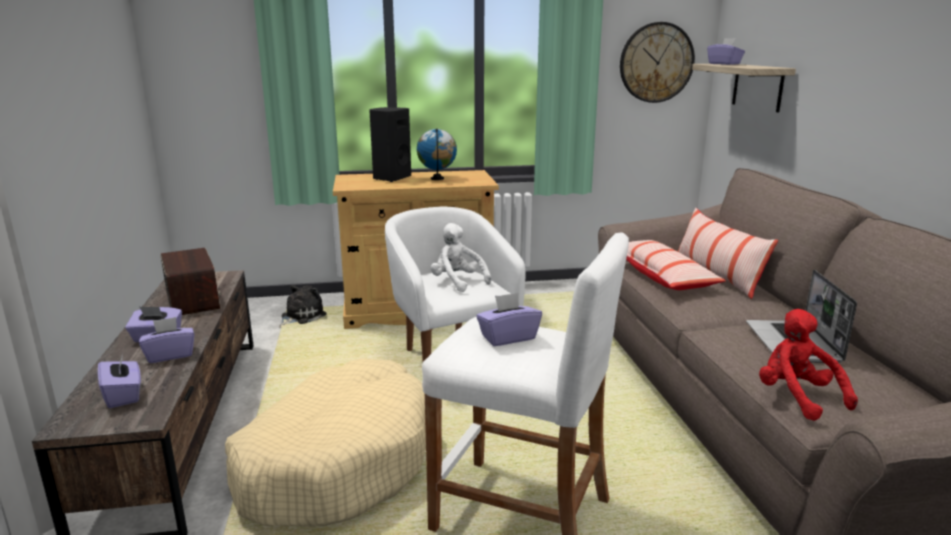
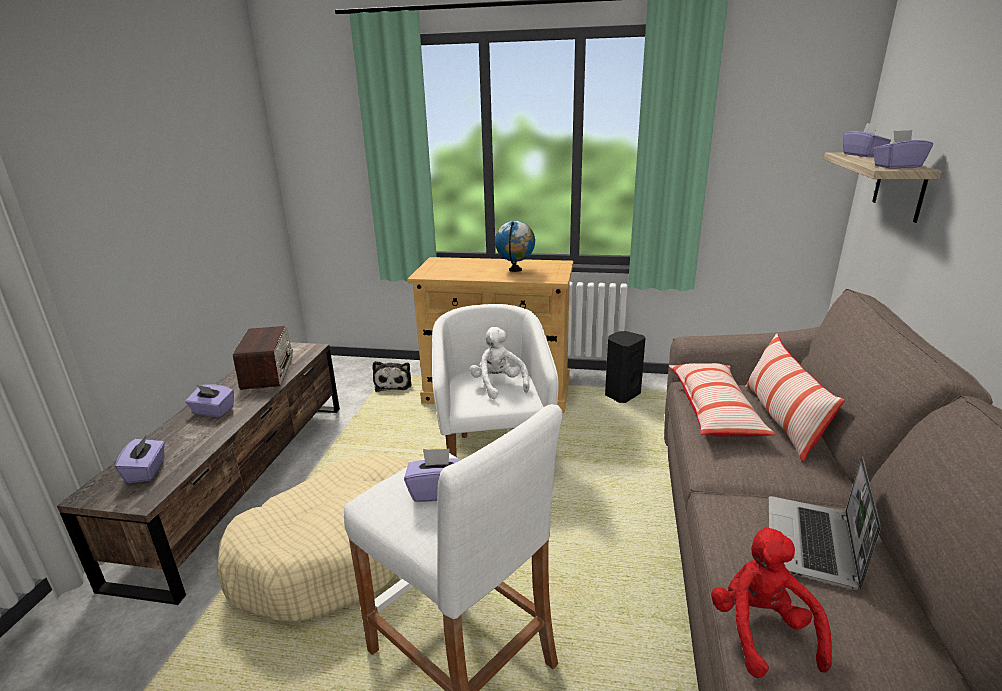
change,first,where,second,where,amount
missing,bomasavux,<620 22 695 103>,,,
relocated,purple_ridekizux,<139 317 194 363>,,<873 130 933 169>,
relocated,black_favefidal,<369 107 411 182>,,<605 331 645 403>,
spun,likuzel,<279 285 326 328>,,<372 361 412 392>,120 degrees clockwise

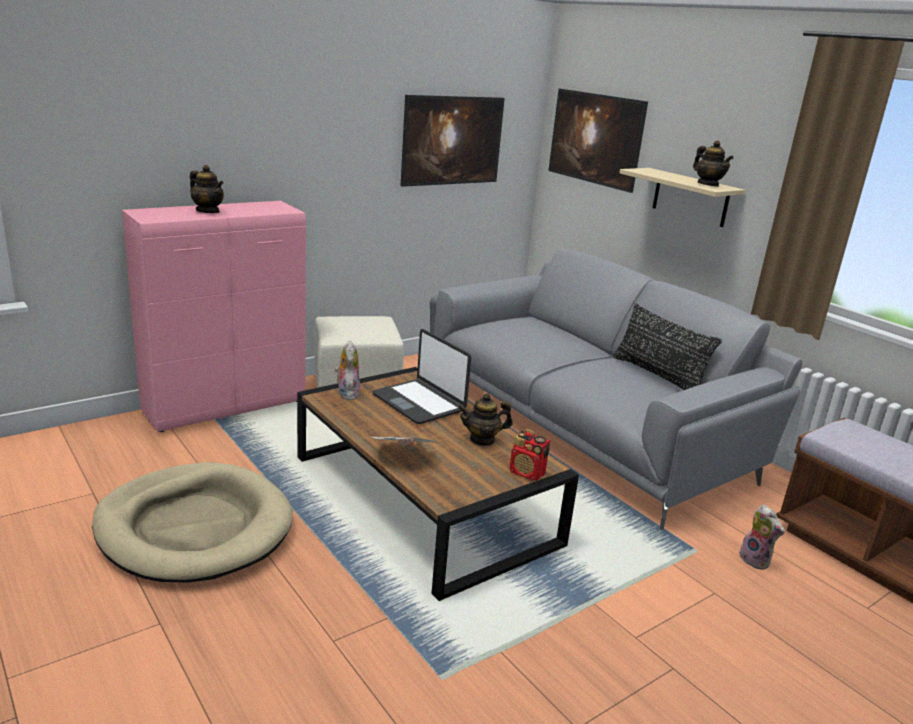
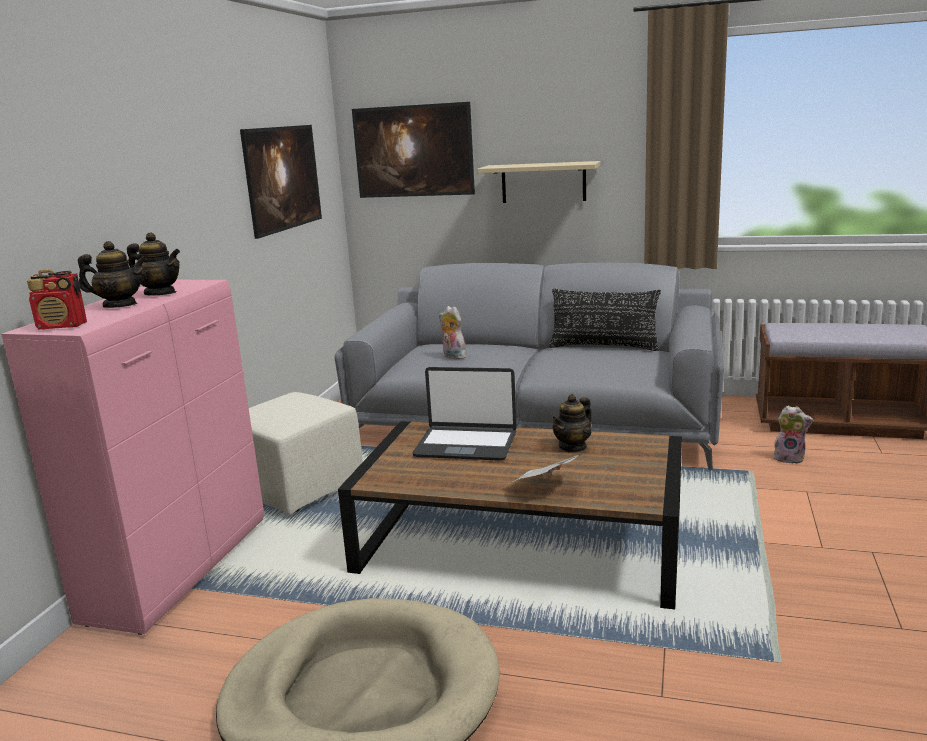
change,first,where,second,where,amount
relocated,likuzel,<335 340 360 400>,,<439 306 467 359>,
relocated,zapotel,<509 429 550 480>,,<27 269 87 330>,
relocated,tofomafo,<693 141 733 187>,,<127 233 180 295>,

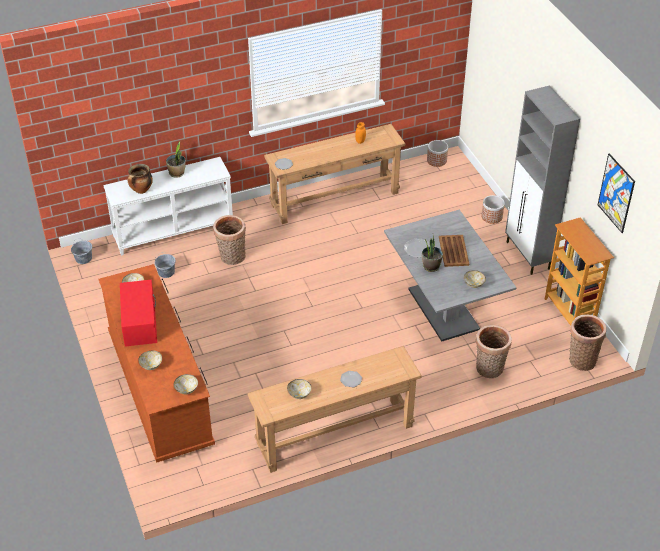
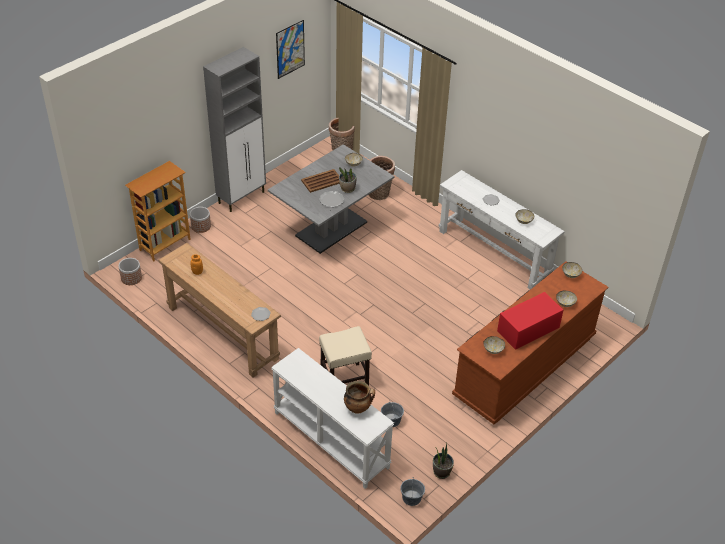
change,first,where,second,where,amount
relocated,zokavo,<166 141 186 178>,,<433 442 454 479>,
relocated,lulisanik,<545 217 614 326>,,<125 161 191 261>,
exchanged,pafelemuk,<213 215 246 265>,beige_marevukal,<319 326 372 385>,
colour,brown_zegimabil,<248 346 422 473>,white_zegimabil,<439 170 565 290>,

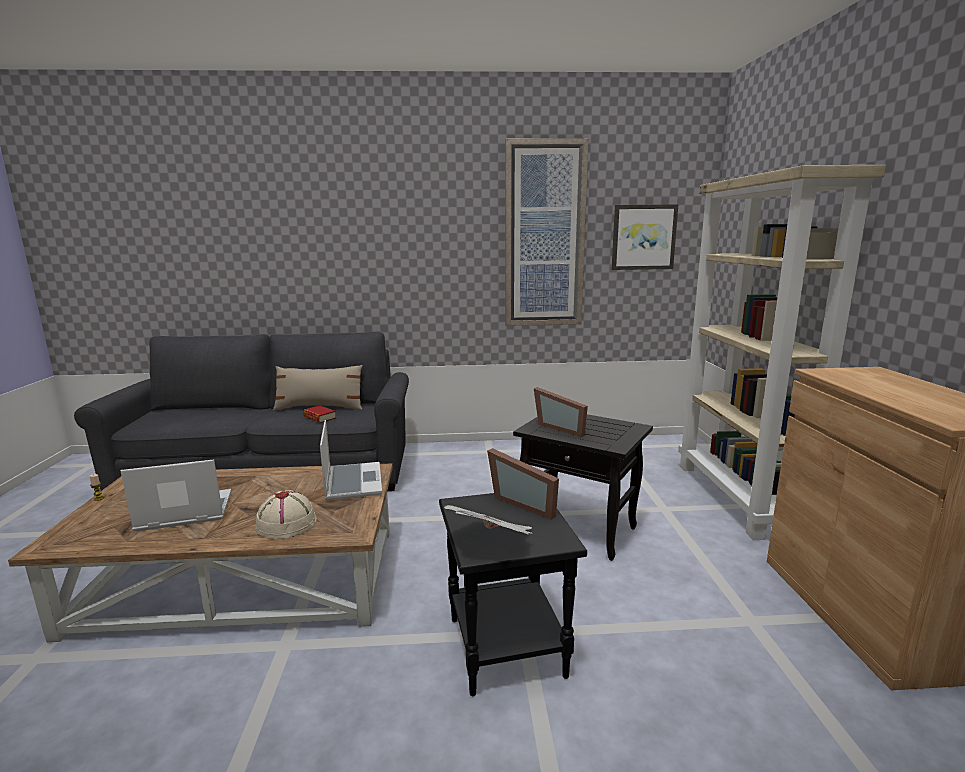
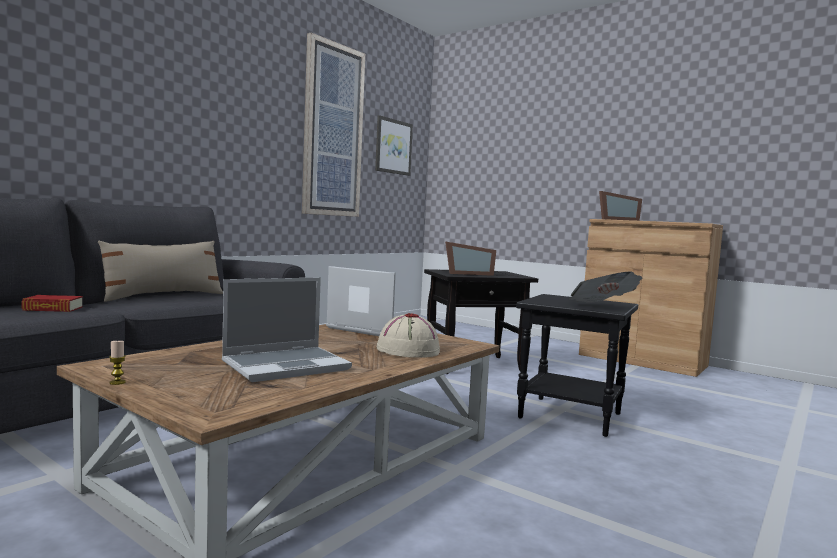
change,first,where,second,where,amount
missing,beige_lulisanik,<678 165 886 540>,,,
relocated,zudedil,<303 405 336 423>,,<21 295 83 312>,
relocated,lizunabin,<487 448 559 520>,,<599 191 642 221>,
spun,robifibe,<120 459 232 531>,,<222 277 352 382>,150 degrees counterclockwise

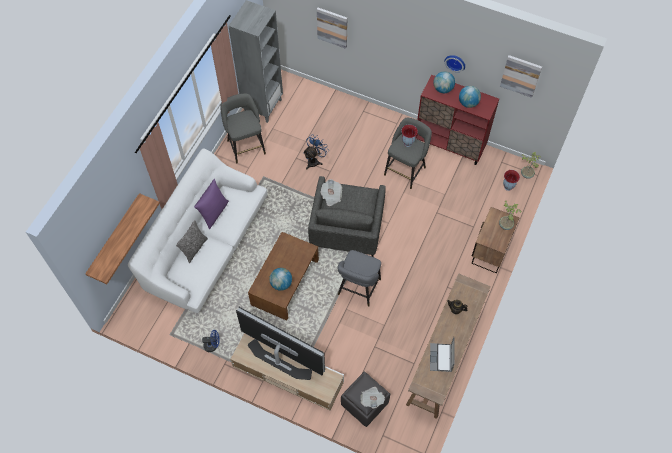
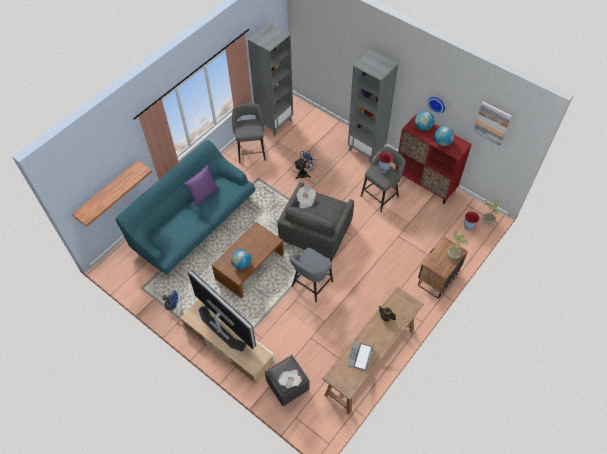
change,first,where,second,where,amount
missing,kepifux,<176 220 208 263>,,,
missing,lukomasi,<317 8 347 49>,,,
appeared,,,grey_lulisanik,<348 50 398 163>,
colour,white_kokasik,<128 149 268 313>,turquoise_kokasik,<116 140 255 275>,

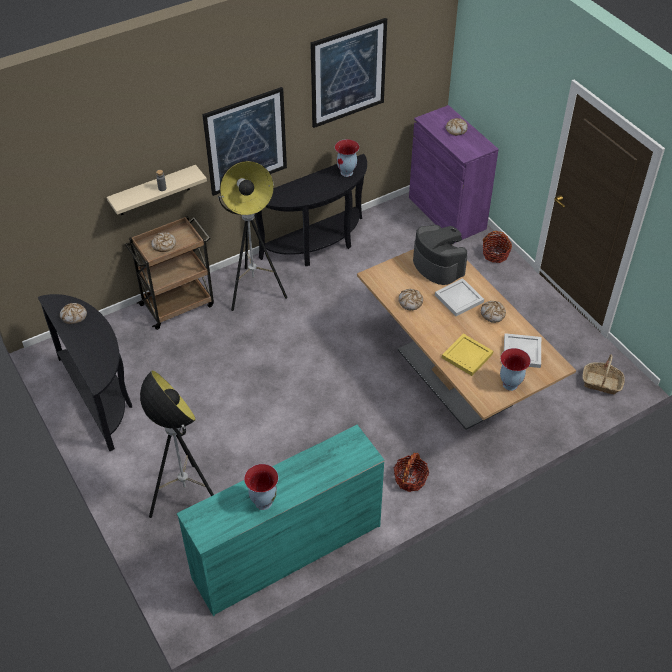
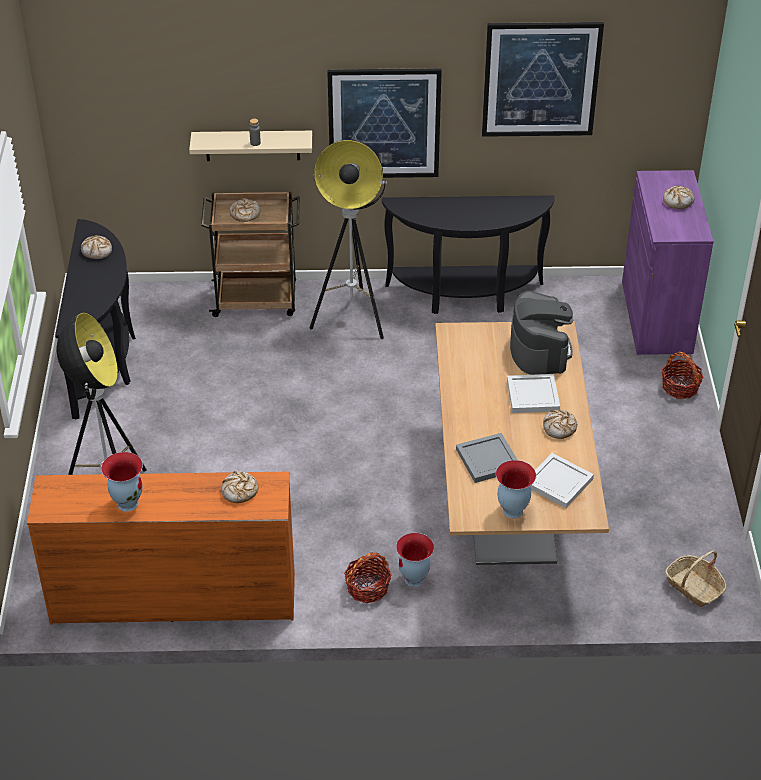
change,first,where,second,where,amount
relocated,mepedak,<335 139 359 177>,,<396 533 434 587>,
relocated,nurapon,<398 289 423 310>,,<221 471 258 503>,
colour,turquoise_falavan,<177 425 385 616>,orange_falavan,<27 472 295 624>,
colour,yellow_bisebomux,<442 334 493 376>,grey_bisebomux,<456 433 517 483>,

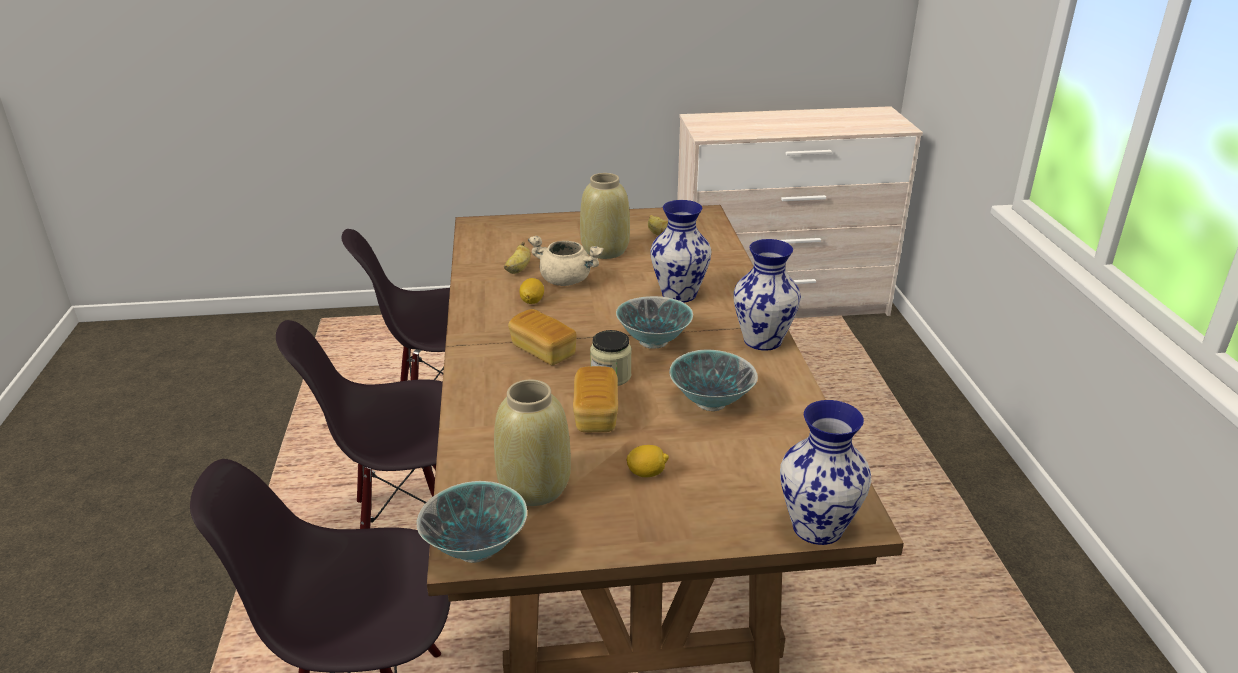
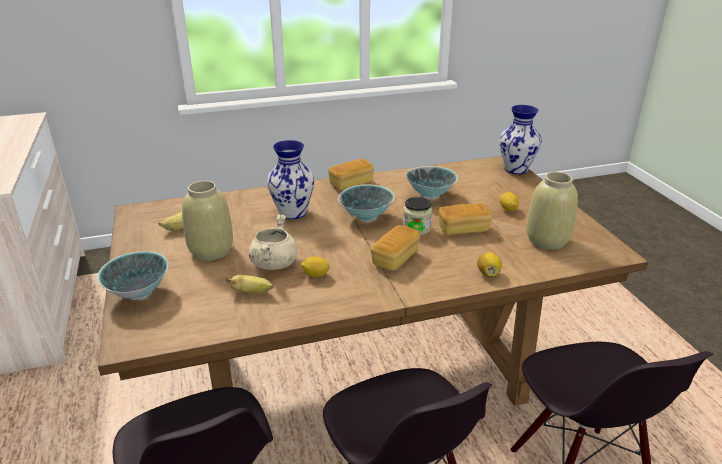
change,first,where,second,where,amount
appeared,,,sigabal,<477 252 502 277>,
relocated,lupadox,<417 481 527 563>,,<98 251 168 300>,
exchanged,mepedak,<734 239 801 351>,nurapon,<328 158 374 190>,

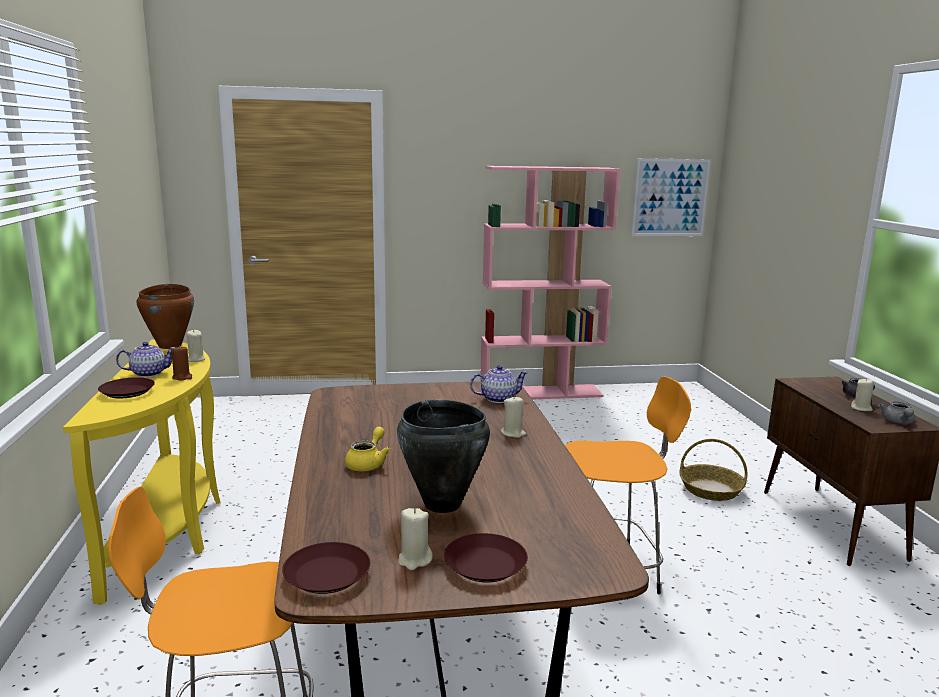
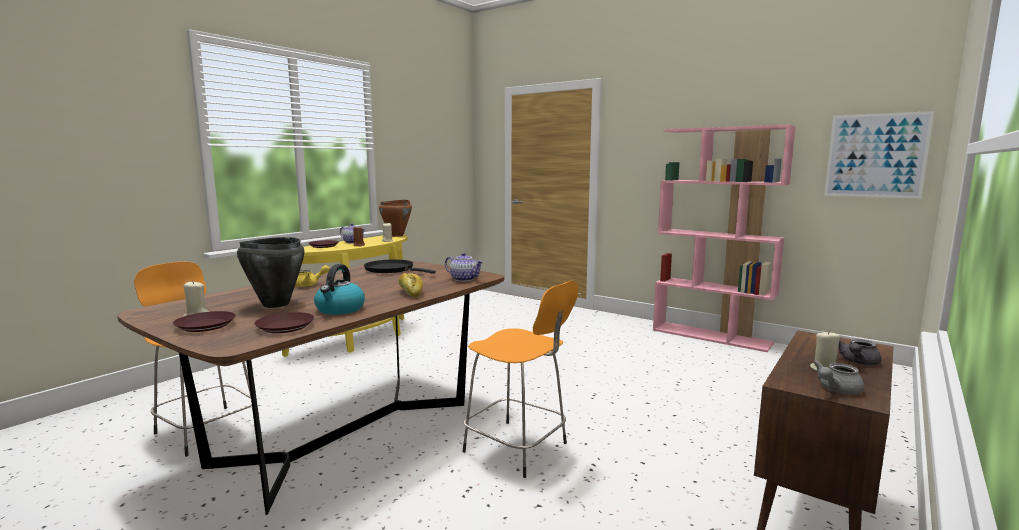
change,first,where,second,where,amount
missing,pafelemuk,<679 439 748 501>,,,
appeared,,,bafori,<314 264 365 315>,
appeared,,,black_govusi,<364 259 436 274>,
relocated,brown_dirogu,<282 542 370 594>,,<254 312 314 333>,
exchanged,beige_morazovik,<501 396 526 438>,nurapon,<398 273 423 297>,

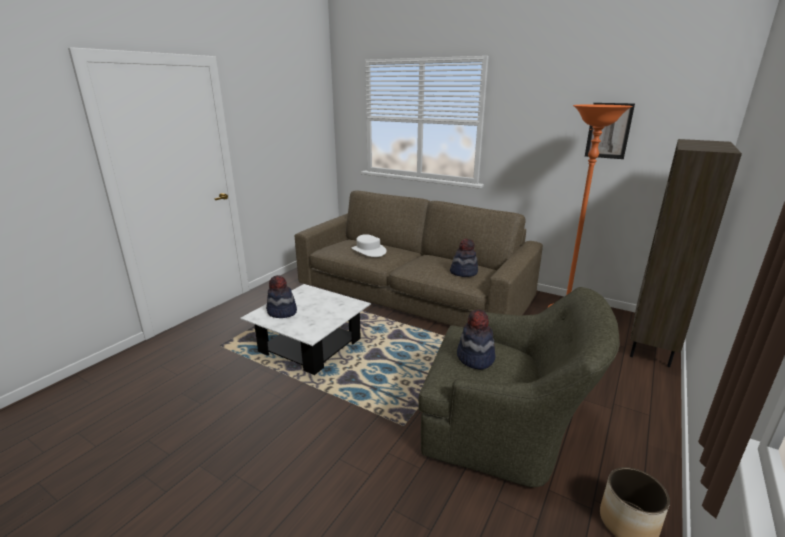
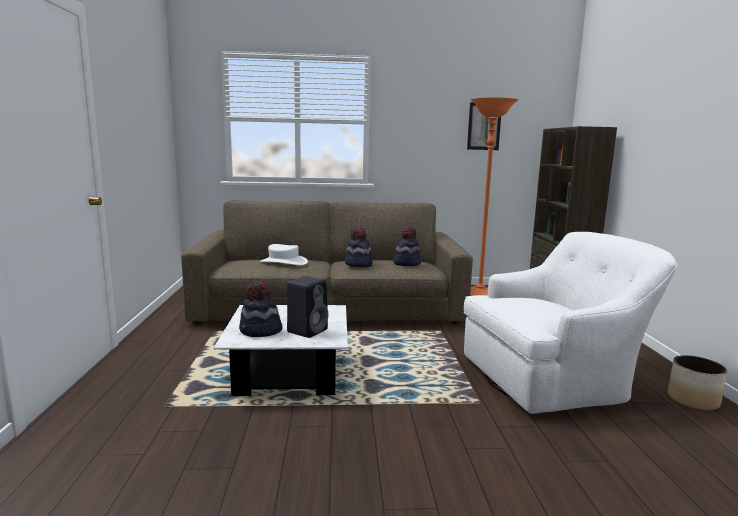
change,first,where,second,where,amount
appeared,,,black_favefidal,<287 276 328 338>,
relocated,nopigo,<457 309 495 370>,,<345 227 373 267>,
colour,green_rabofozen,<418 287 620 487>,white_rabofozen,<464 232 677 414>,

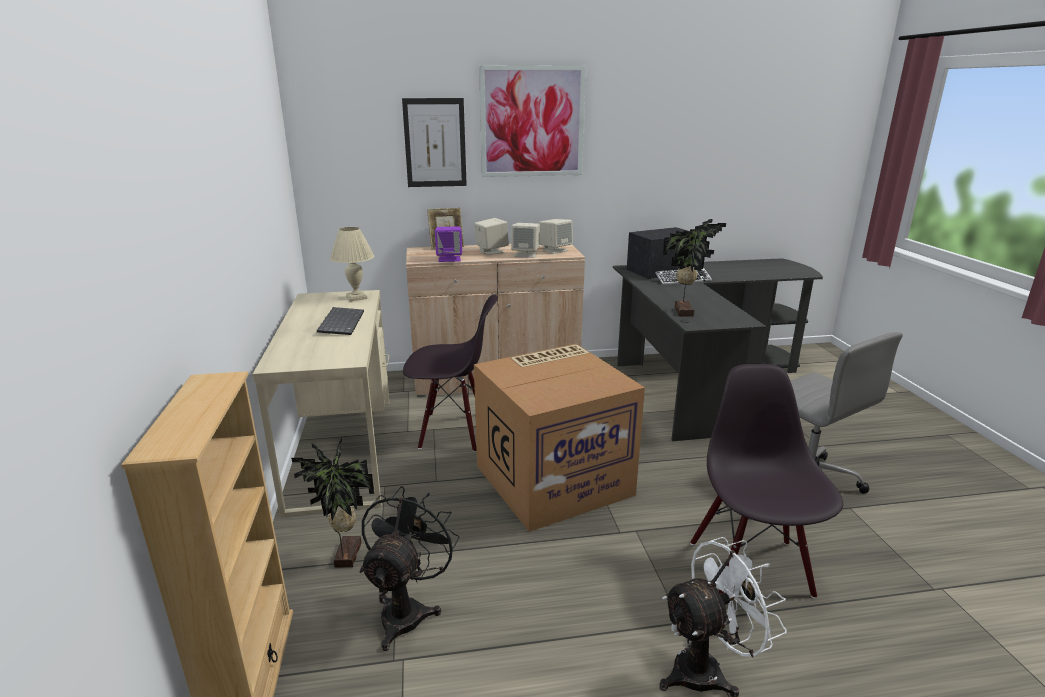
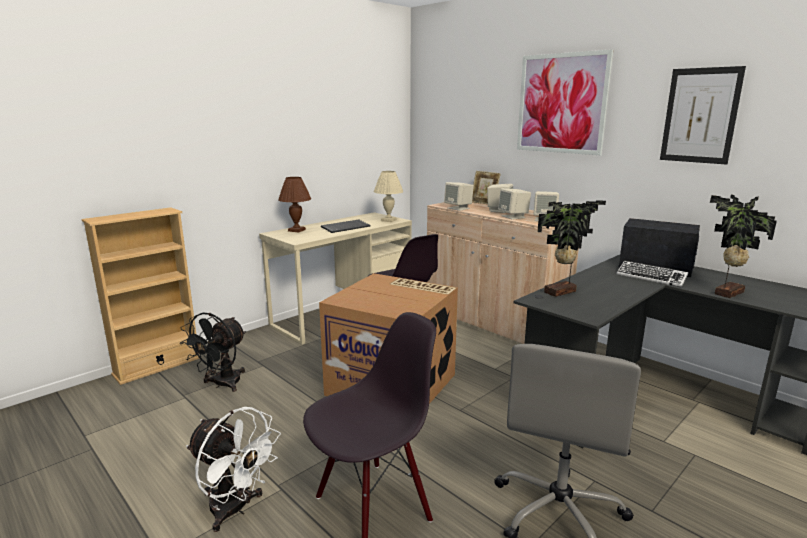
change,first,where,second,where,amount
appeared,,,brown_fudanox,<278 177 311 232>,
relocated,zokavo,<291 437 374 567>,,<710 194 777 298>,
relocated,lukomasi,<402 98 467 187>,,<660 66 746 165>,
colour,purple_favefidal,<435 227 462 262>,beige_favefidal,<444 182 474 211>,
spun,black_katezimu,<360 486 460 651>,,<180 313 246 392>,135 degrees clockwise

